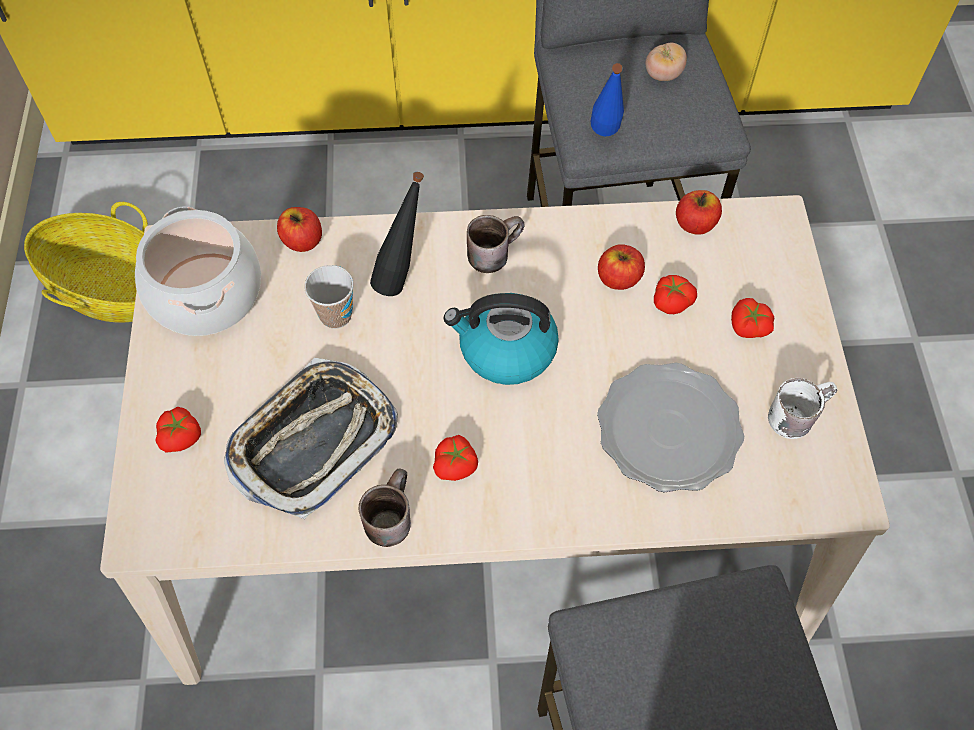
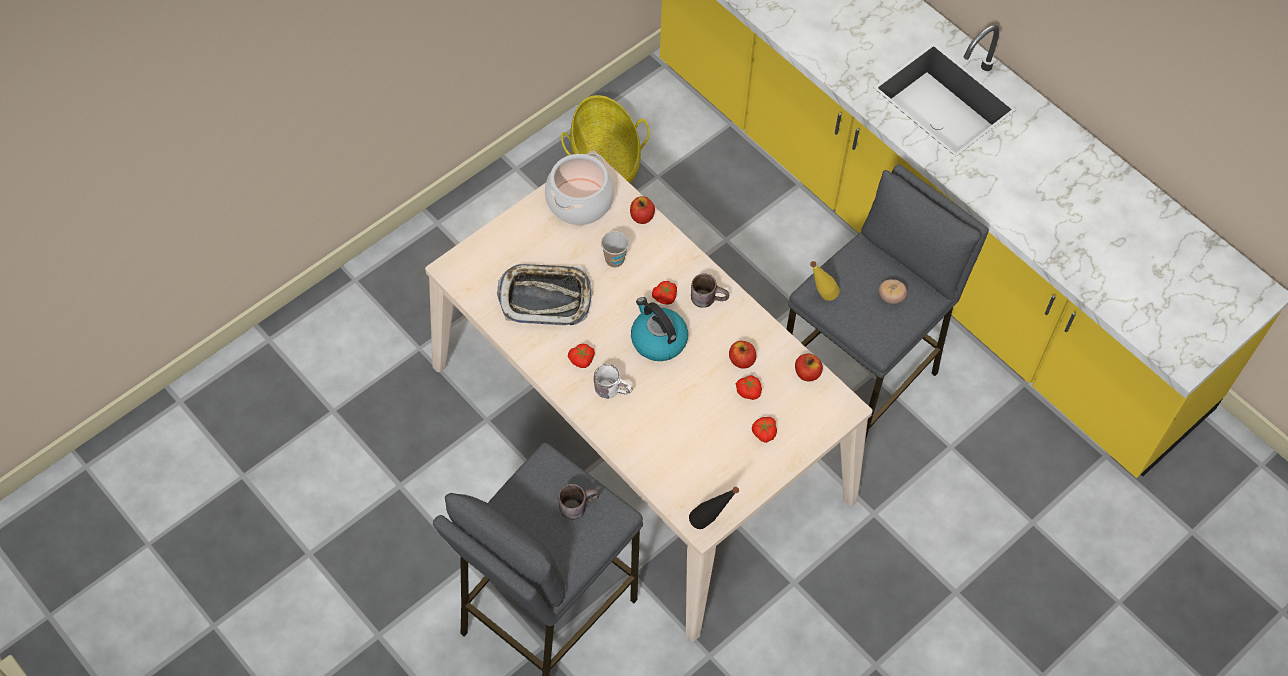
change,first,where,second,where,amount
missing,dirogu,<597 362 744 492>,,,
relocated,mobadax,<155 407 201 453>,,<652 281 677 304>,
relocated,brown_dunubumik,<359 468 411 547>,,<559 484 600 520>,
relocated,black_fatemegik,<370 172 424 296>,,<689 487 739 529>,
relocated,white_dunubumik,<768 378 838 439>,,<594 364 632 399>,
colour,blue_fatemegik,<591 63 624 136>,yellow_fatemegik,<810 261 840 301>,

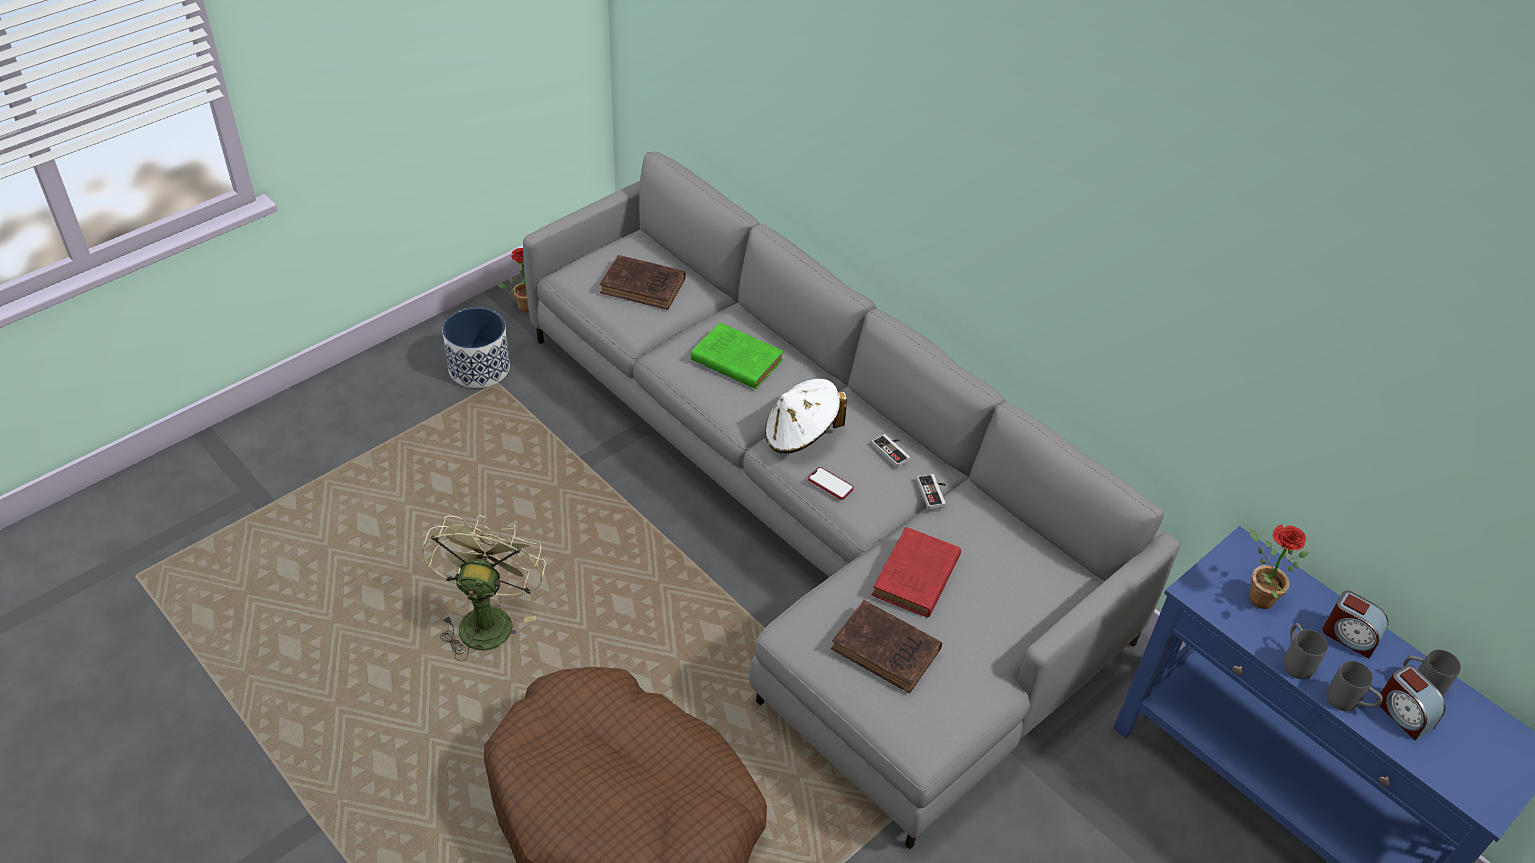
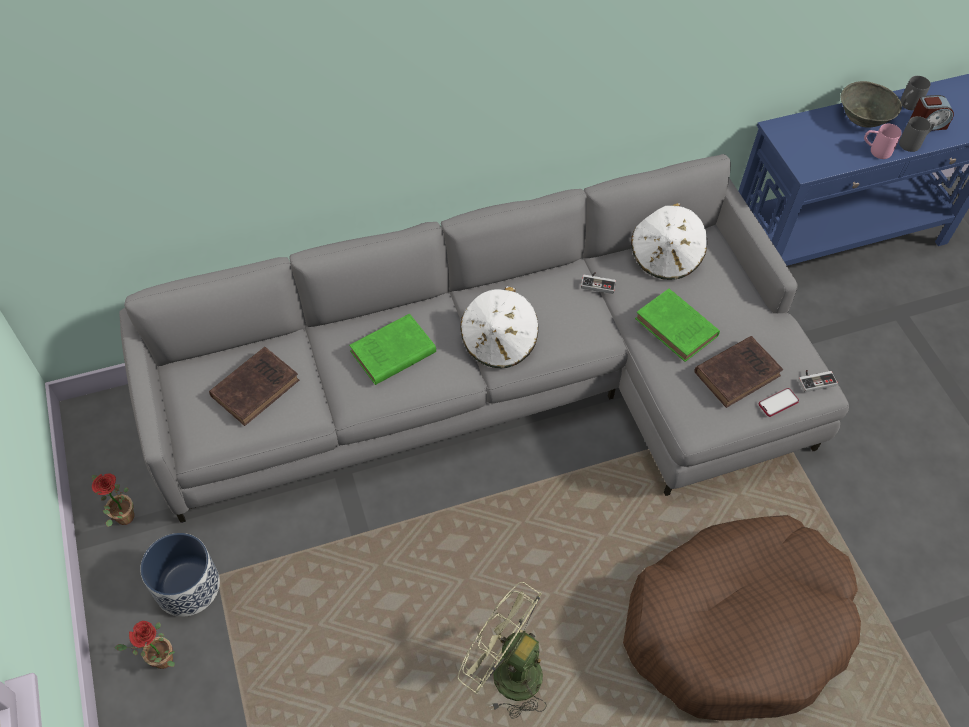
change,first,where,second,where,amount
appeared,,,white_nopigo,<631 203 707 280>,
relocated,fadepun,<808 467 854 500>,,<759 388 799 417>,
relocated,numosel,<871 434 911 468>,,<798 370 838 392>,
relocated,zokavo,<1249 525 1308 609>,,<114 621 175 669>,
exchanged,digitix,<1323 591 1388 659>,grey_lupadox,<841 81 902 127>,
colour,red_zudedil,<872 527 961 618>,green_zudedil,<635 288 720 362>,
colour,grey_dunubumik,<1283 623 1328 680>,pink_dunubumik,<864 124 902 159>,

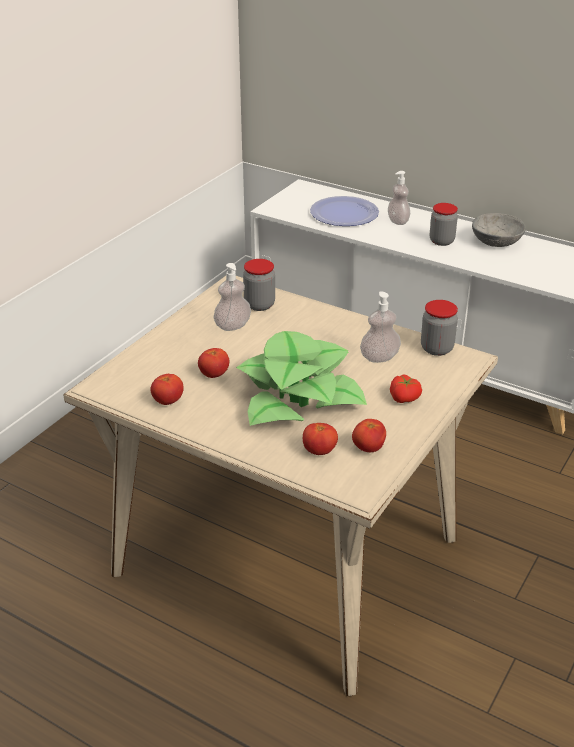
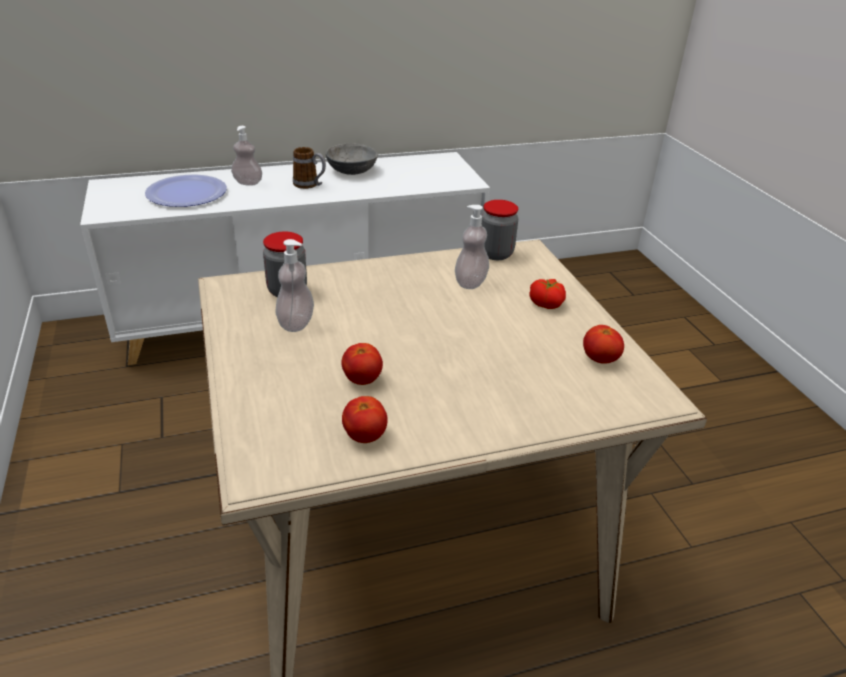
change,first,where,second,where,amount
missing,zokavo,<236 331 367 426>,,,
missing,mobadax,<303 423 338 455>,,,
exchanged,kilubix,<430 203 458 246>,dunubumik,<293 147 326 189>,

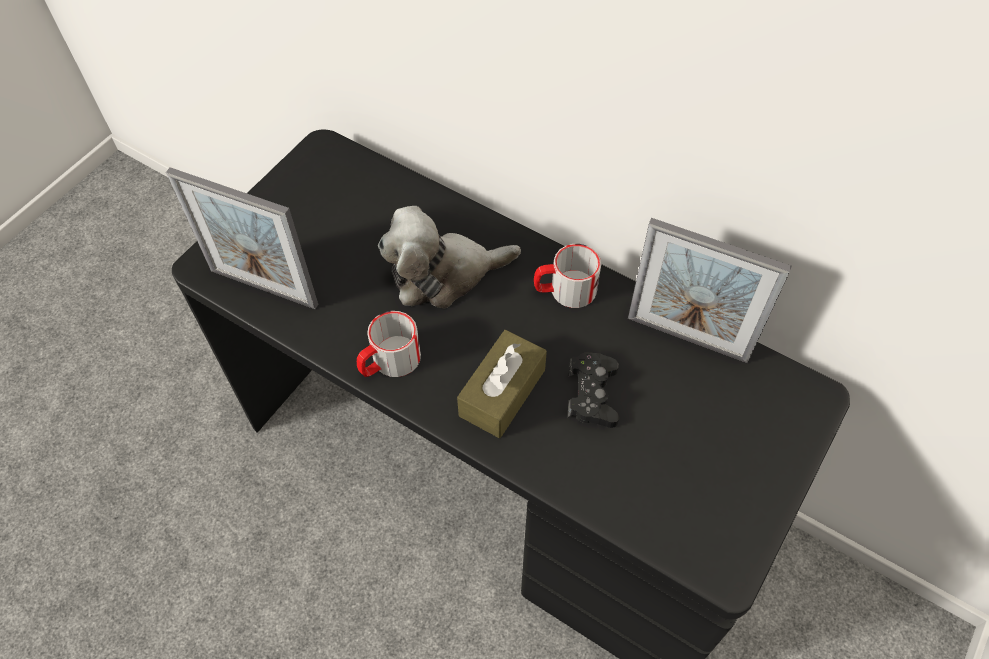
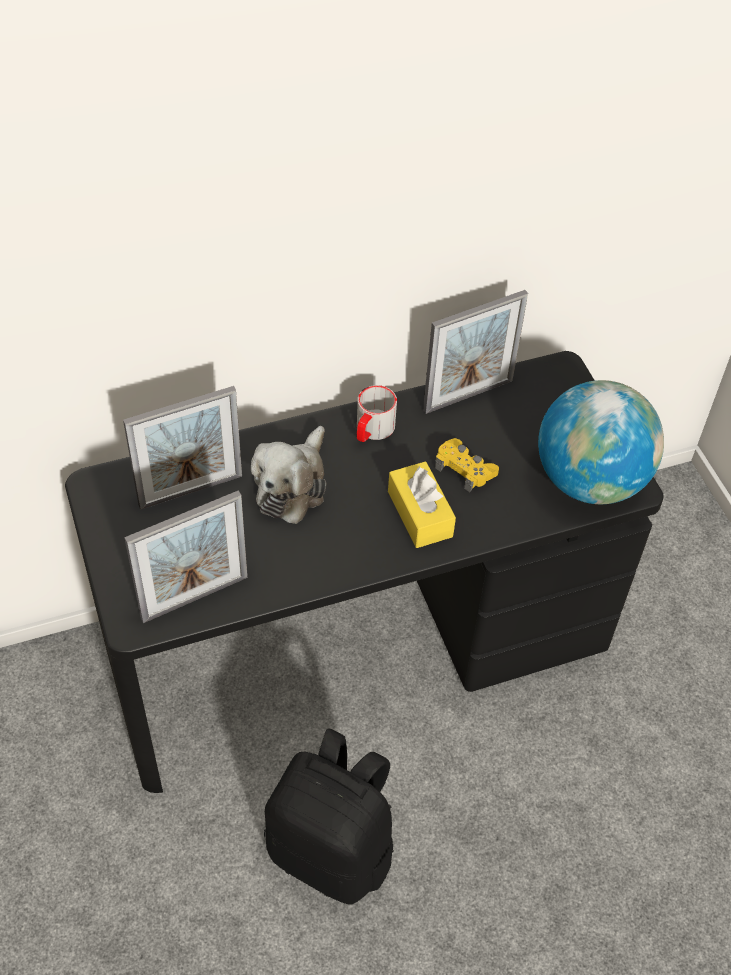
change,first,where,second,where,amount
missing,dunubumik,<357 311 421 377>,,,
appeared,,,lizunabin,<123 386 242 510>,
appeared,,,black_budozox,<264 728 393 904>,
appeared,,,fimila,<538 380 664 504>,
colour,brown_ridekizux,<457 330 547 438>,yellow_ridekizux,<388 462 456 548>,
colour,black_numosel,<568 352 619 428>,yellow_numosel,<435 438 499 492>,

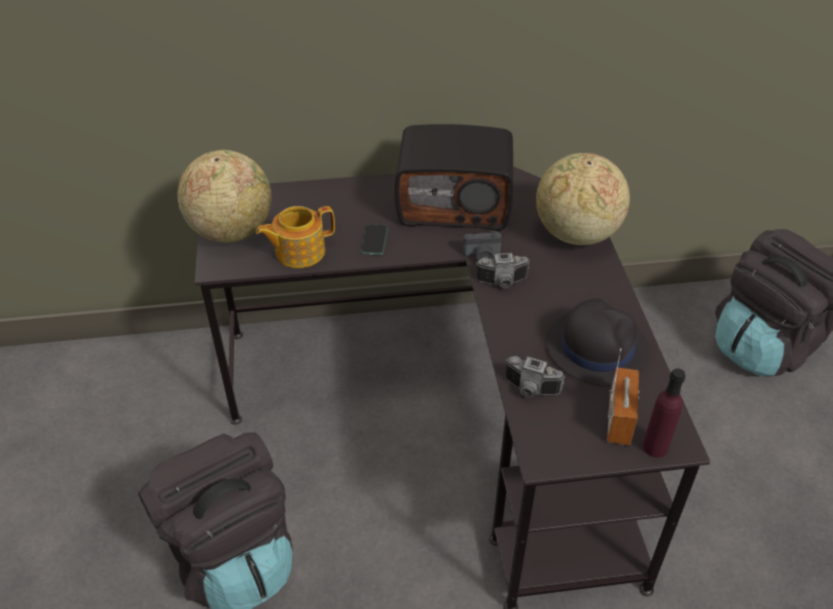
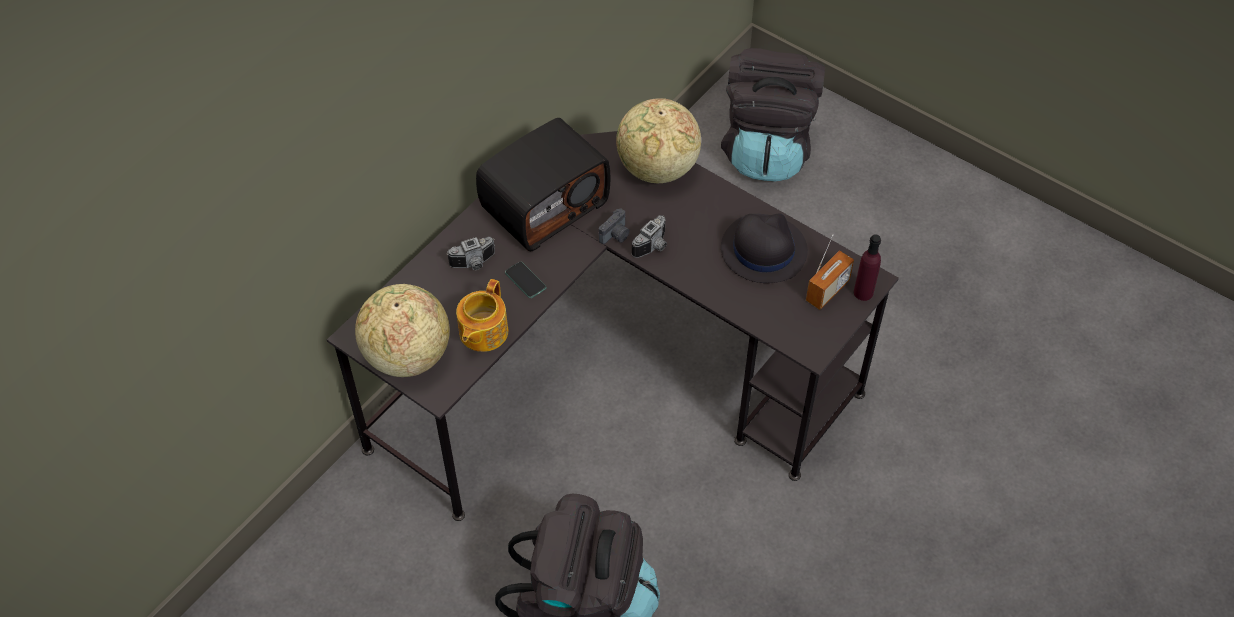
change,first,where,second,where,amount
relocated,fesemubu,<505 356 565 397>,,<446 237 495 270>,
spun,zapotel,<607 348 639 445>,,<806 234 854 310>,75 degrees clockwise

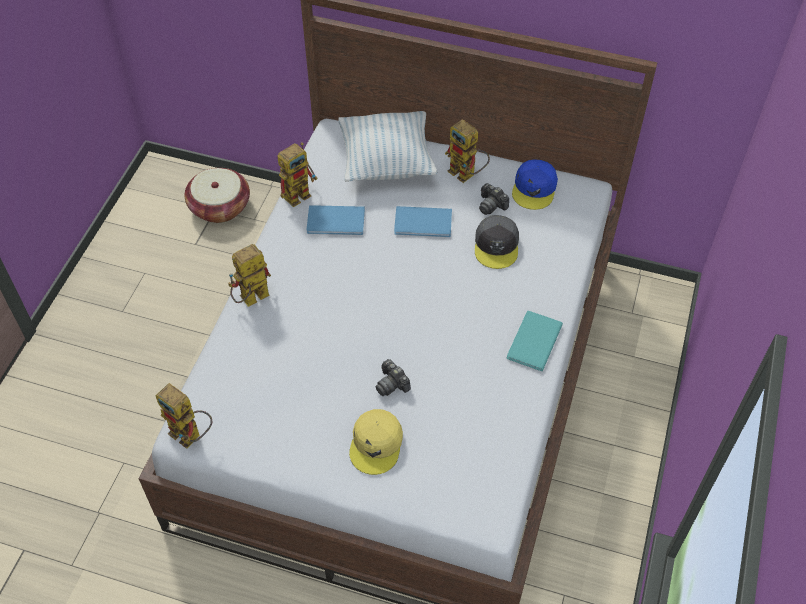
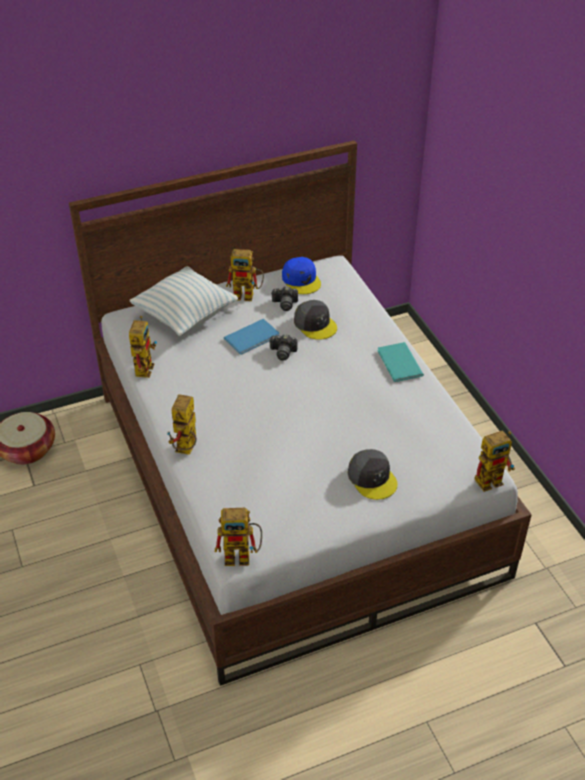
change,first,where,second,where,amount
missing,blue_zudedil,<306 205 365 235>,,,
appeared,,,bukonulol,<474 430 515 492>,
relocated,fesemubu,<375 359 411 396>,,<269 334 298 361>,
colour,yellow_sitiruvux,<349 409 403 475>,grey_sitiruvux,<348 449 397 500>,

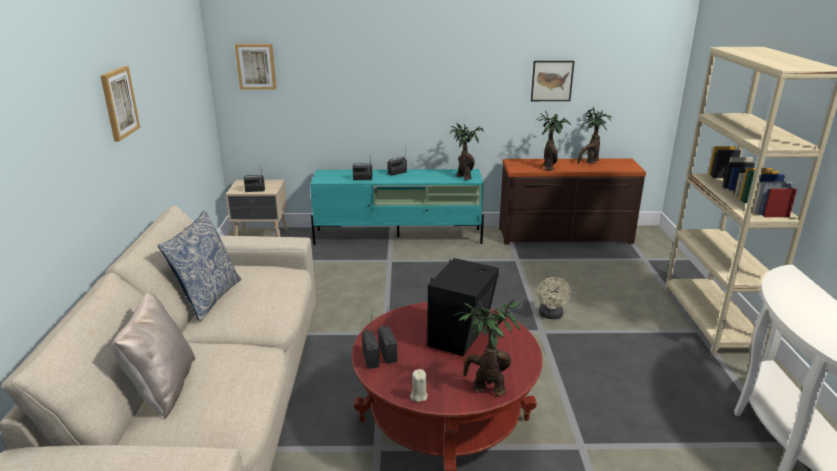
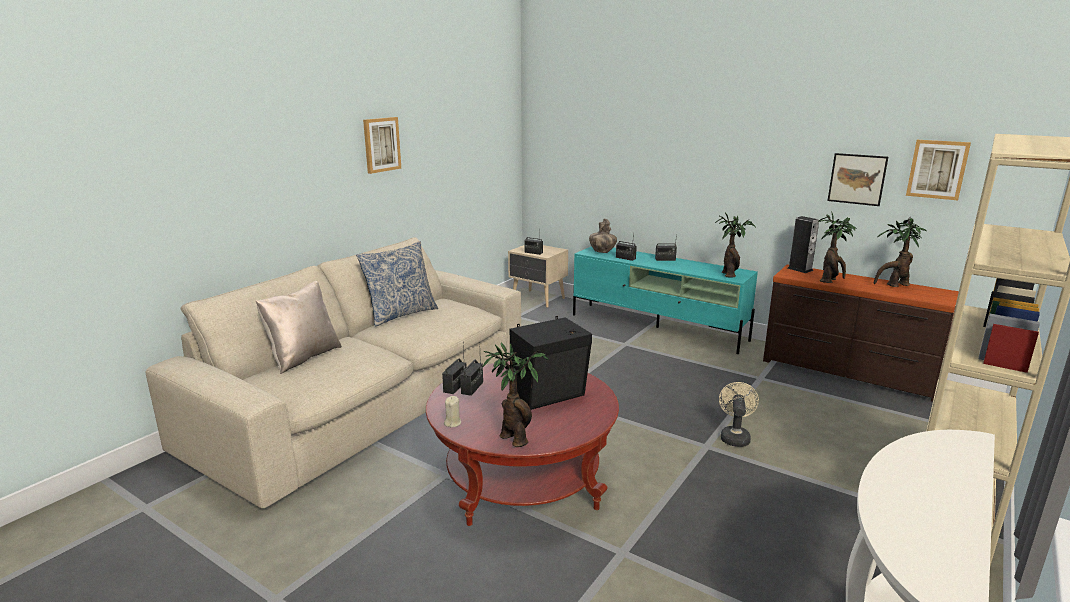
change,first,where,second,where,amount
appeared,,,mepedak,<589 218 617 253>,
appeared,,,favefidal,<788 216 819 273>,
relocated,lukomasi,<235 44 277 90>,,<906 140 971 201>,
spun,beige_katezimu,<537 277 571 319>,,<719 382 759 447>,150 degrees clockwise

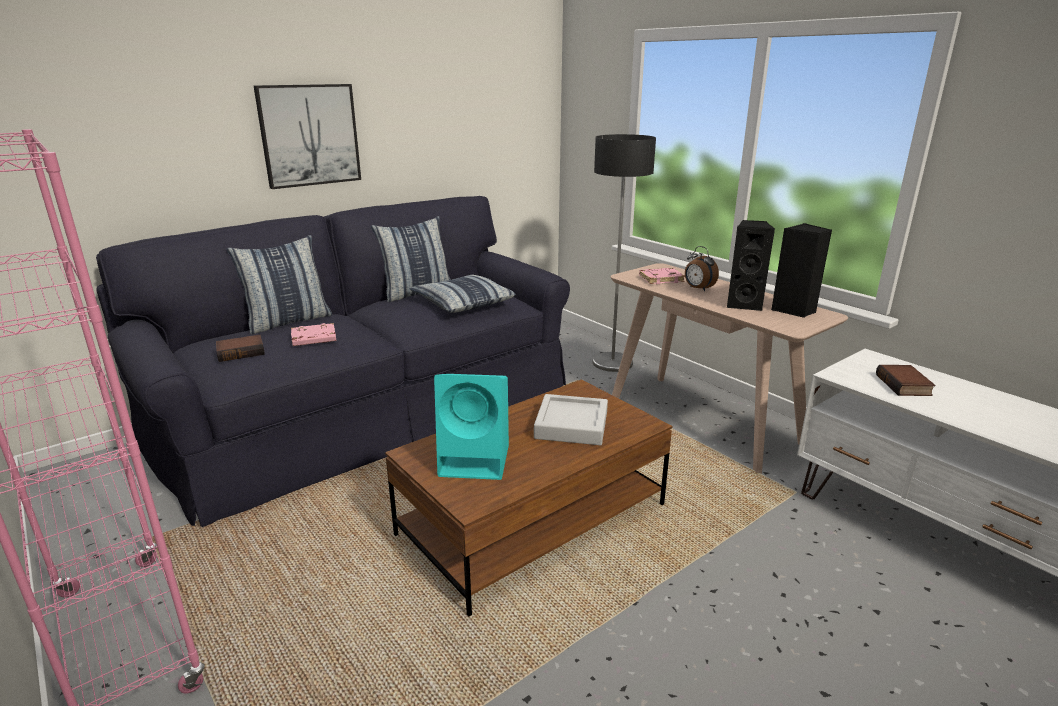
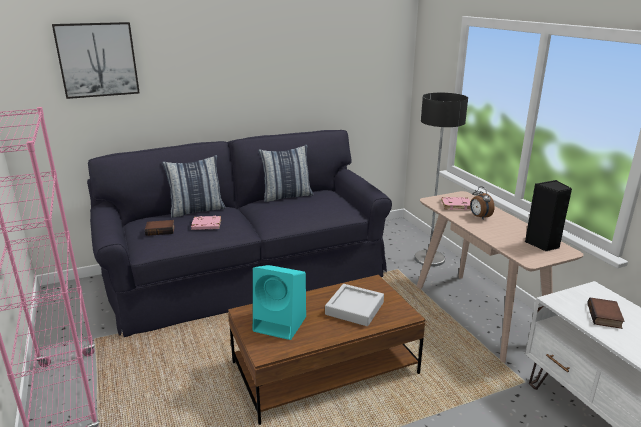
change,first,where,second,where,amount
missing,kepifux,<410 275 516 313>,,,
missing,black_favefidal,<726 220 775 311>,,,
relocated,lukomasi,<254 84 361 189>,,<52 22 140 99>,

